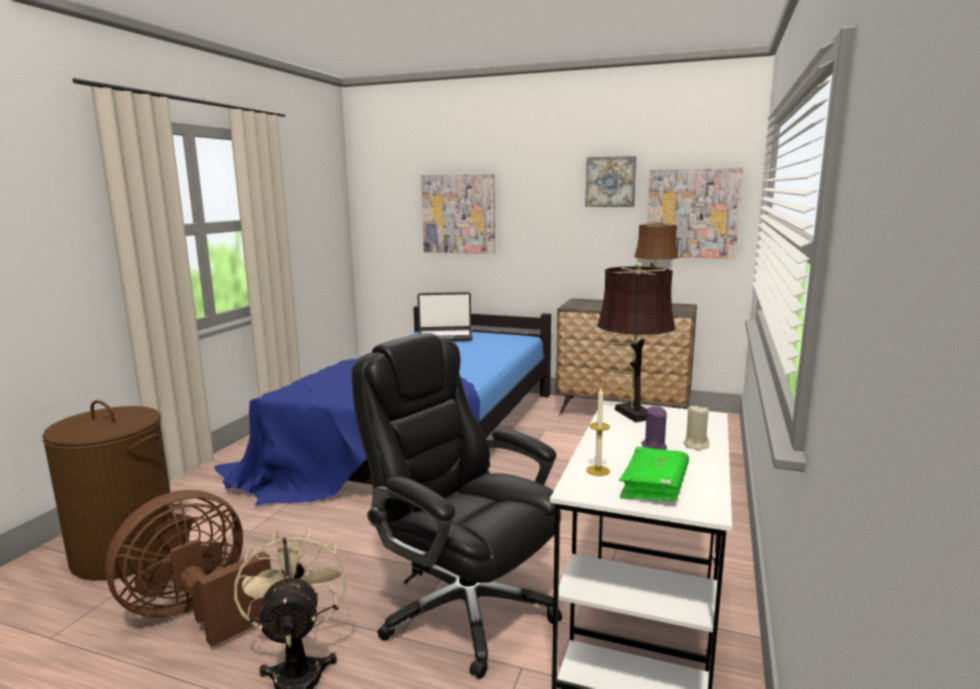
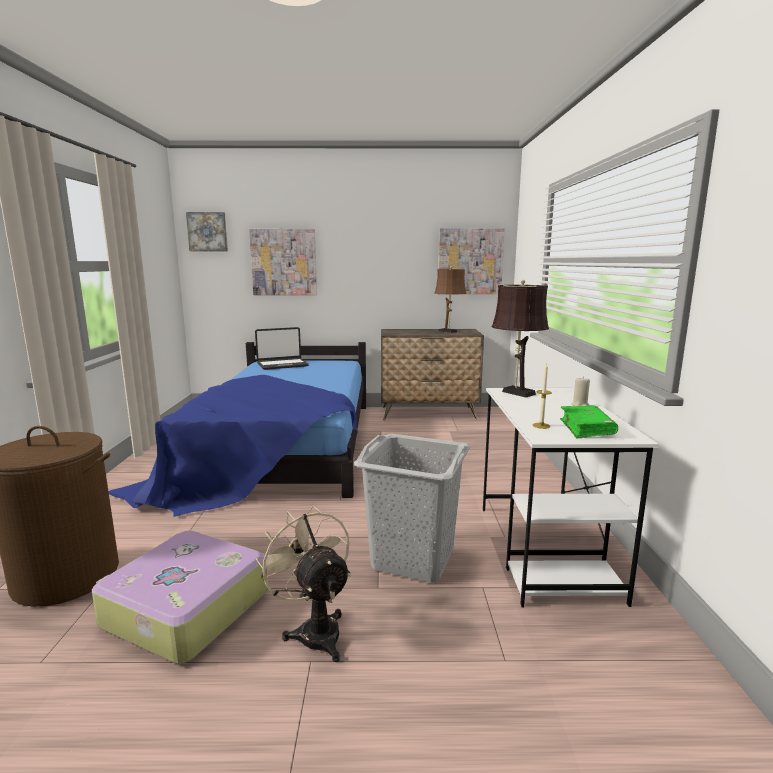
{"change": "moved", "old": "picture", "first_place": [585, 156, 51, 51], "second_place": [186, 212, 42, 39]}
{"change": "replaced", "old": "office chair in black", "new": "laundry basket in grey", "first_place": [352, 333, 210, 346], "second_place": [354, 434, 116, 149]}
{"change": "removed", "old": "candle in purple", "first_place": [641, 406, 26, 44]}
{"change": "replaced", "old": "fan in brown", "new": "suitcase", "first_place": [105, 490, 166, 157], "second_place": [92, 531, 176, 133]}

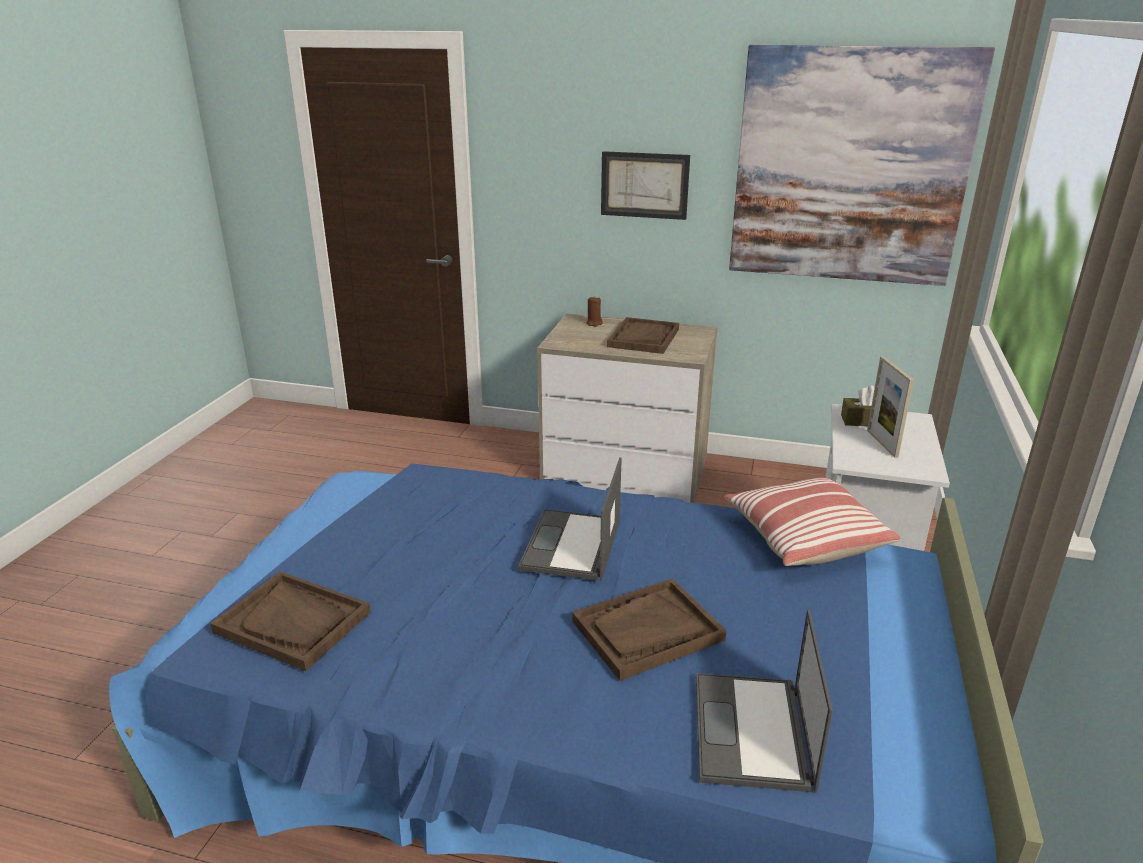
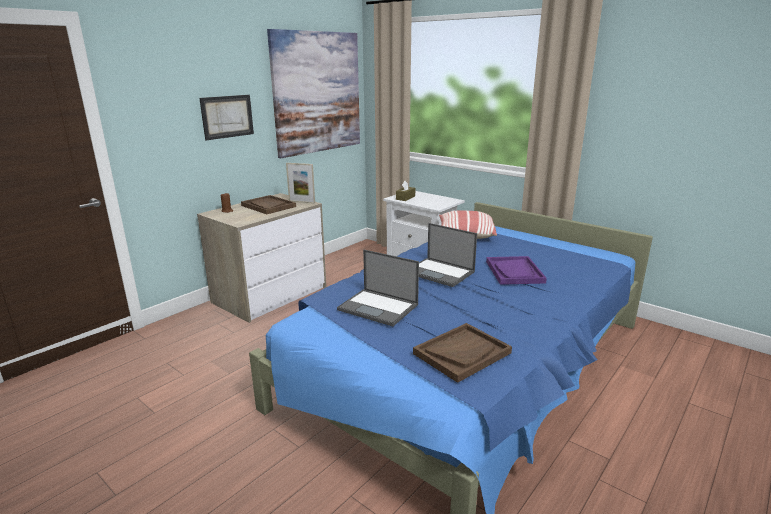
{"change": "moved", "old": "picture frame", "first_place": [867, 356, 47, 102], "second_place": [286, 163, 29, 41]}
{"change": "recoloured", "old": "tray in brown", "new": "tray in purple", "first_place": [572, 578, 155, 103], "second_place": [486, 256, 61, 29]}
{"change": "moved", "old": "laptop", "first_place": [696, 609, 137, 184], "second_place": [337, 250, 82, 77]}

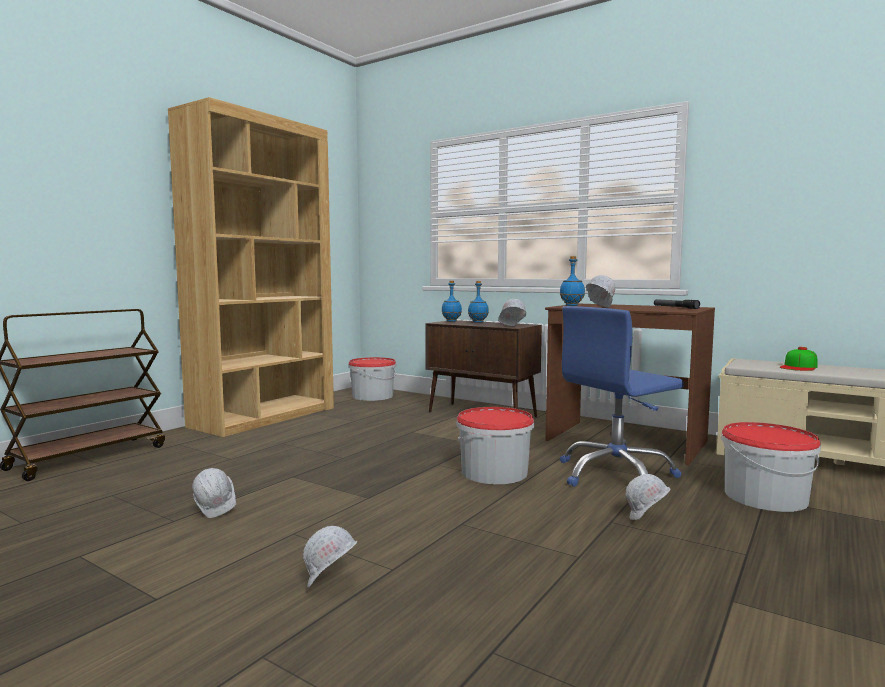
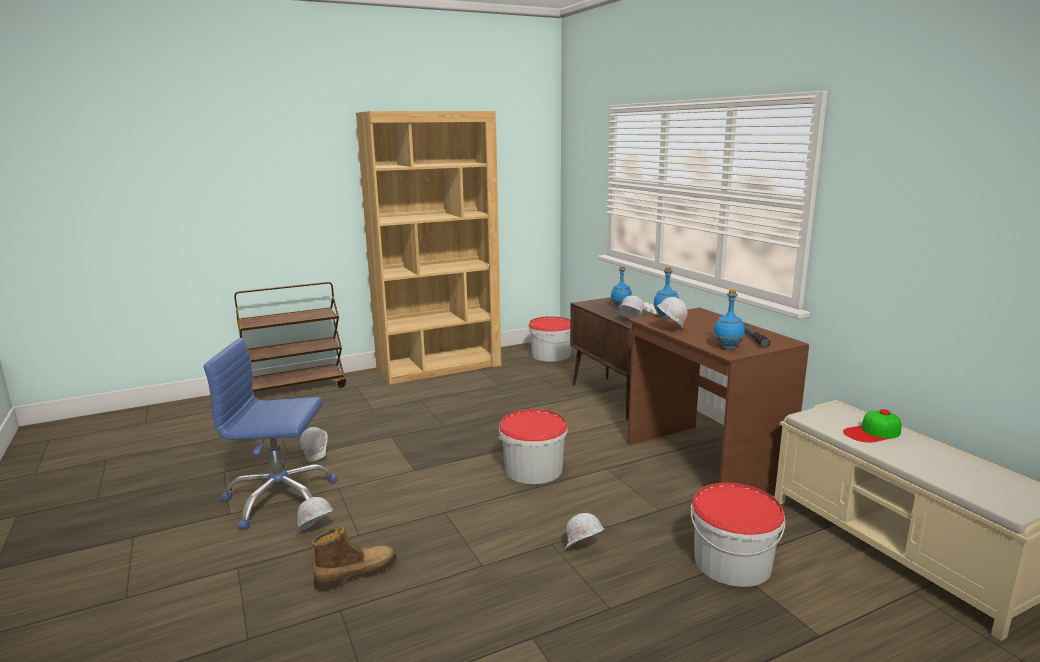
{"change": "moved", "old": "bottle in blue", "first_place": [442, 281, 20, 41], "second_place": [714, 290, 31, 59]}
{"change": "moved", "old": "office chair in blue", "first_place": [560, 306, 124, 181], "second_place": [203, 338, 134, 192]}
{"change": "added", "new": "boot", "second_place": [311, 527, 86, 64]}

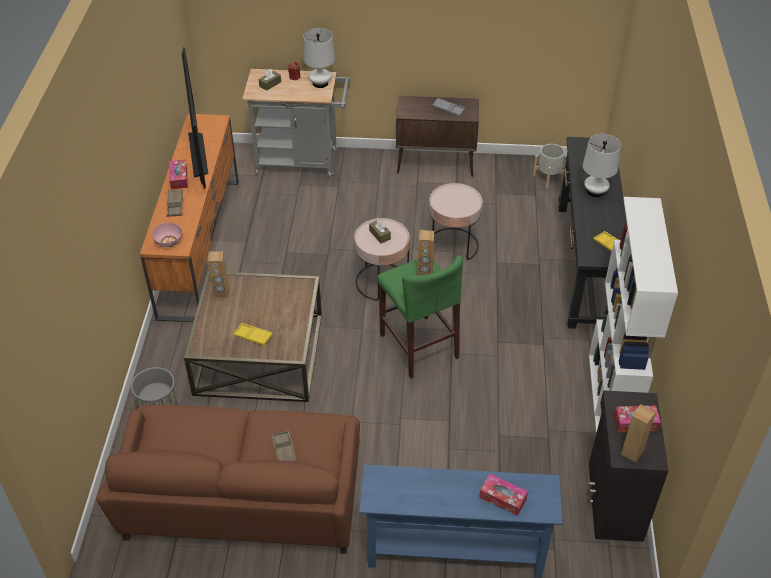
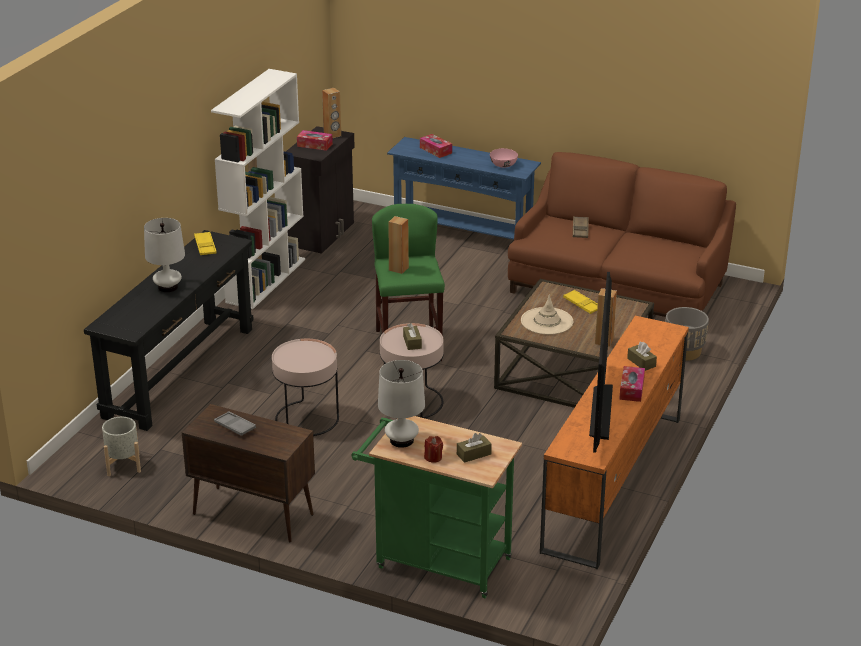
{"change": "recoloured", "old": "cart in grey", "new": "cart in green", "first_place": [242, 69, 108, 109], "second_place": [351, 416, 171, 182]}
{"change": "replaced", "old": "tray in brown", "new": "tissue box in brown", "first_place": [167, 189, 16, 28], "second_place": [627, 342, 30, 29]}
{"change": "moved", "old": "bowl in pink", "first_place": [152, 223, 30, 24], "second_place": [490, 148, 28, 20]}
{"change": "added", "new": "hat in beige", "second_place": [521, 295, 53, 40]}

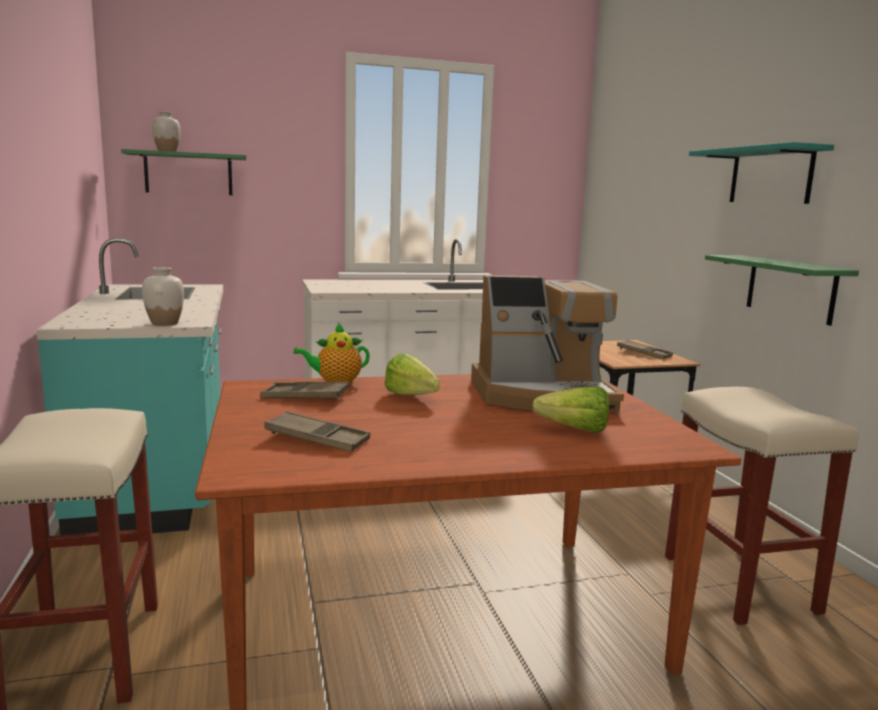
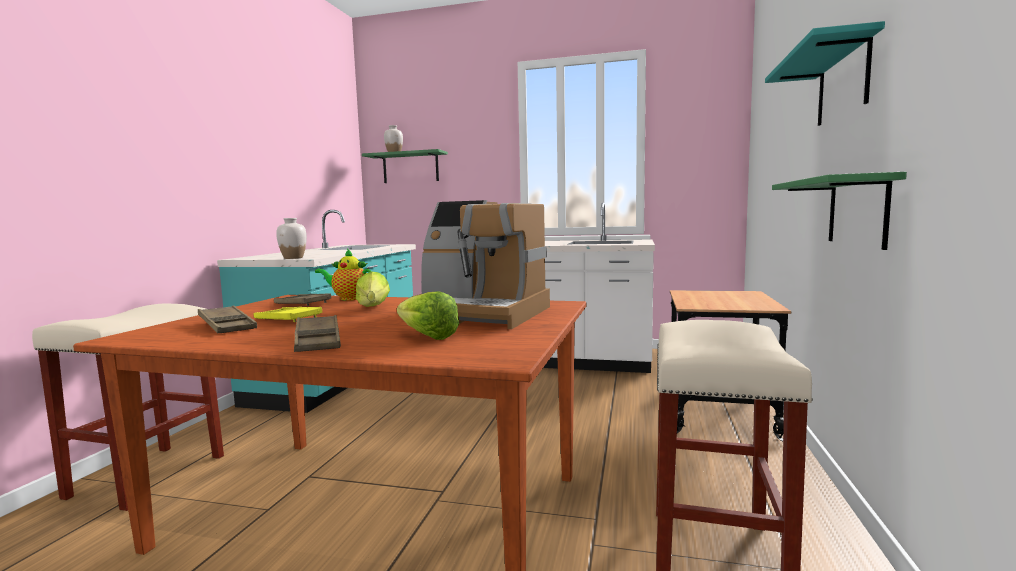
{"change": "moved", "old": "tray in brown", "first_place": [617, 340, 56, 19], "second_place": [294, 315, 47, 37]}
{"change": "added", "new": "tray in yellow", "second_place": [254, 307, 69, 15]}

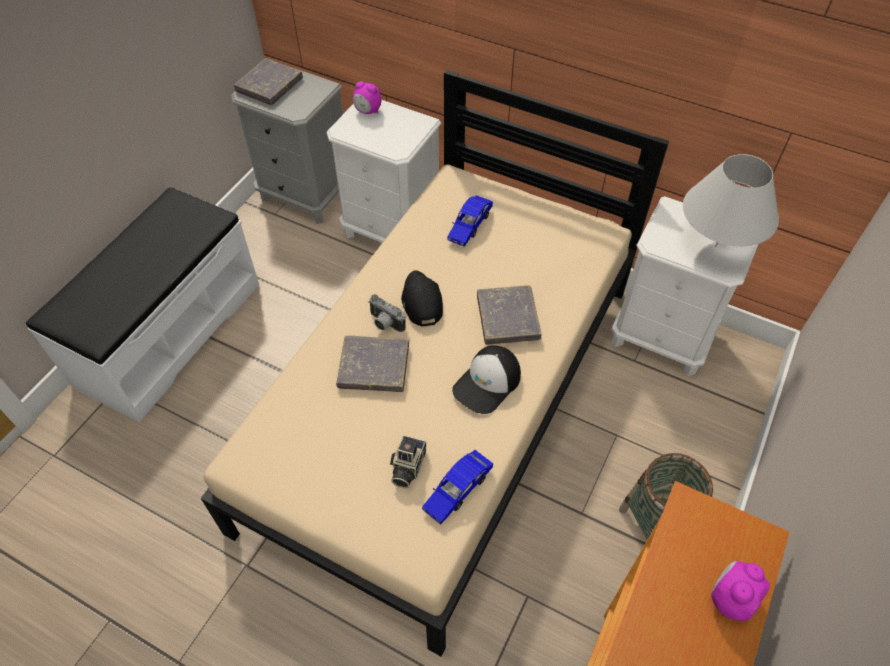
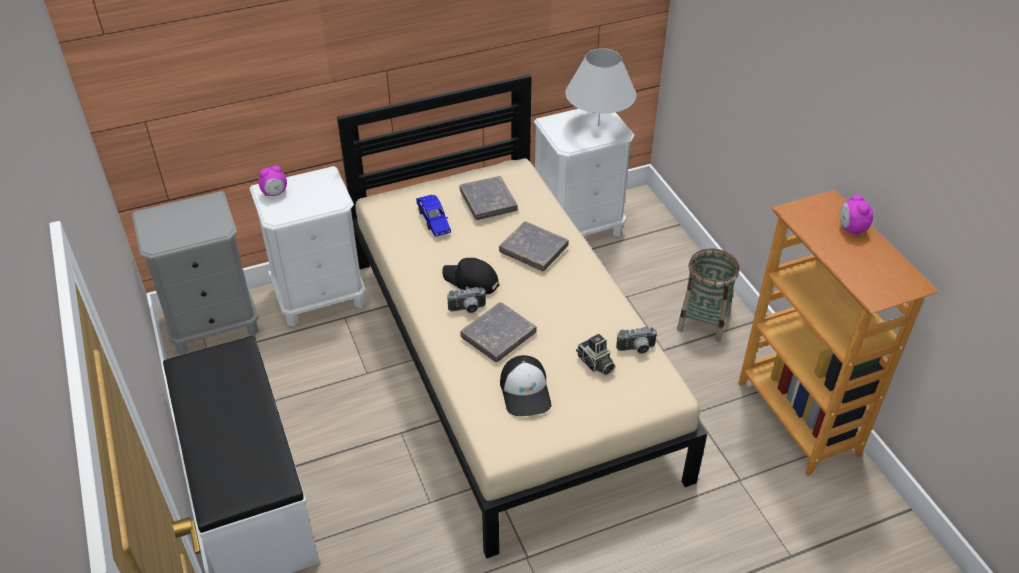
{"change": "moved", "old": "book in grey", "first_place": [234, 58, 69, 47], "second_place": [460, 176, 58, 44]}
{"change": "moved", "old": "cap", "first_place": [452, 345, 69, 69], "second_place": [500, 355, 52, 61]}
{"change": "replaced", "old": "toy car in blue", "new": "photo camera", "first_place": [422, 450, 71, 75], "second_place": [616, 327, 42, 27]}

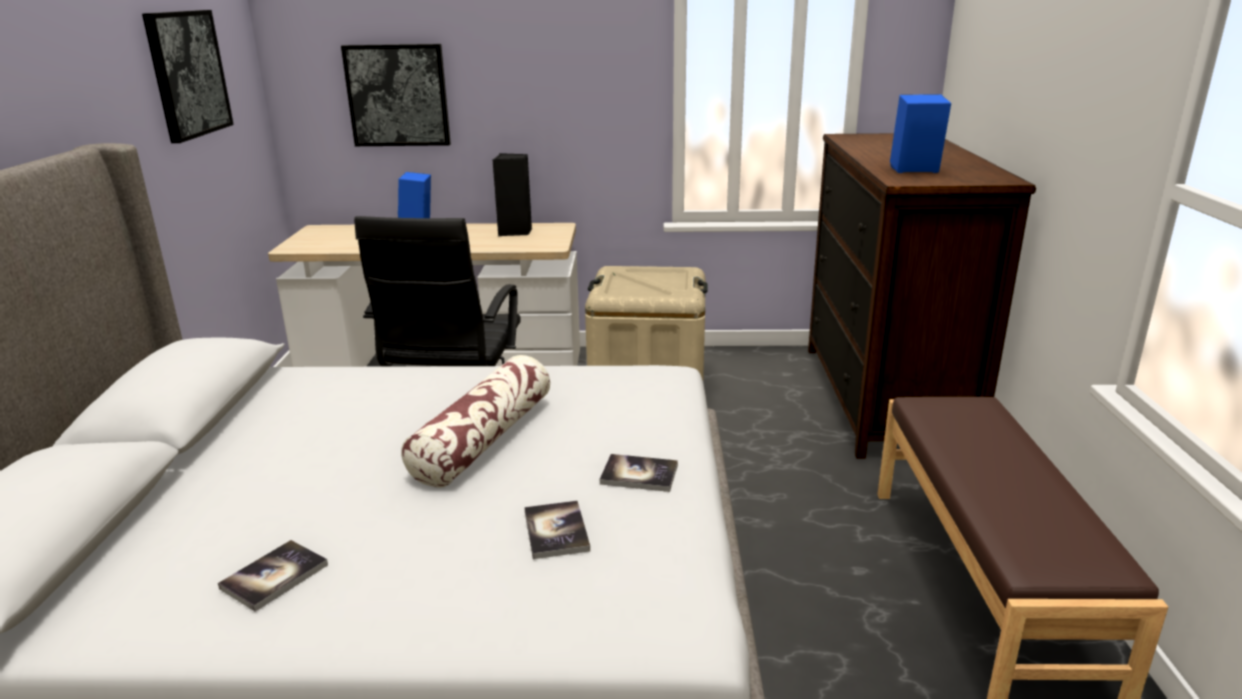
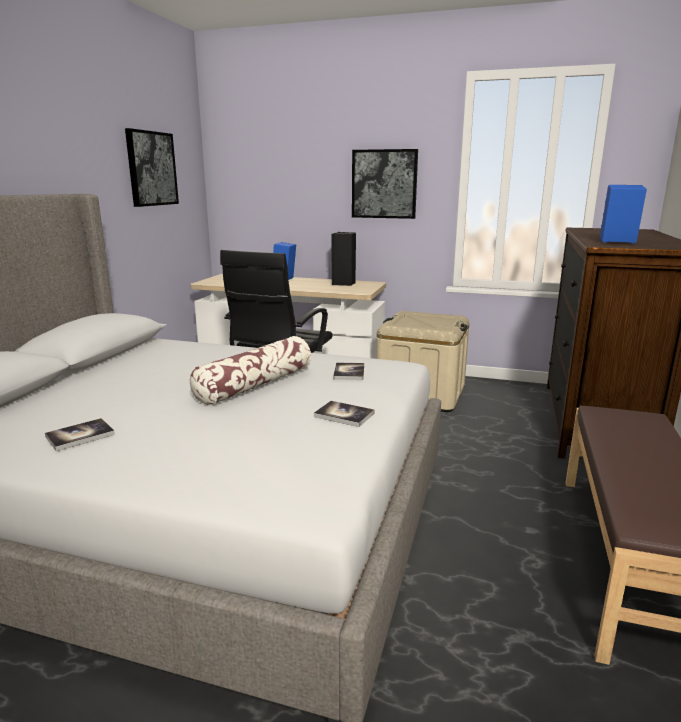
{"change": "moved", "old": "picture", "first_place": [341, 44, 110, 102], "second_place": [352, 149, 66, 70]}
{"change": "moved", "old": "book", "first_place": [524, 501, 66, 58], "second_place": [333, 362, 31, 18]}

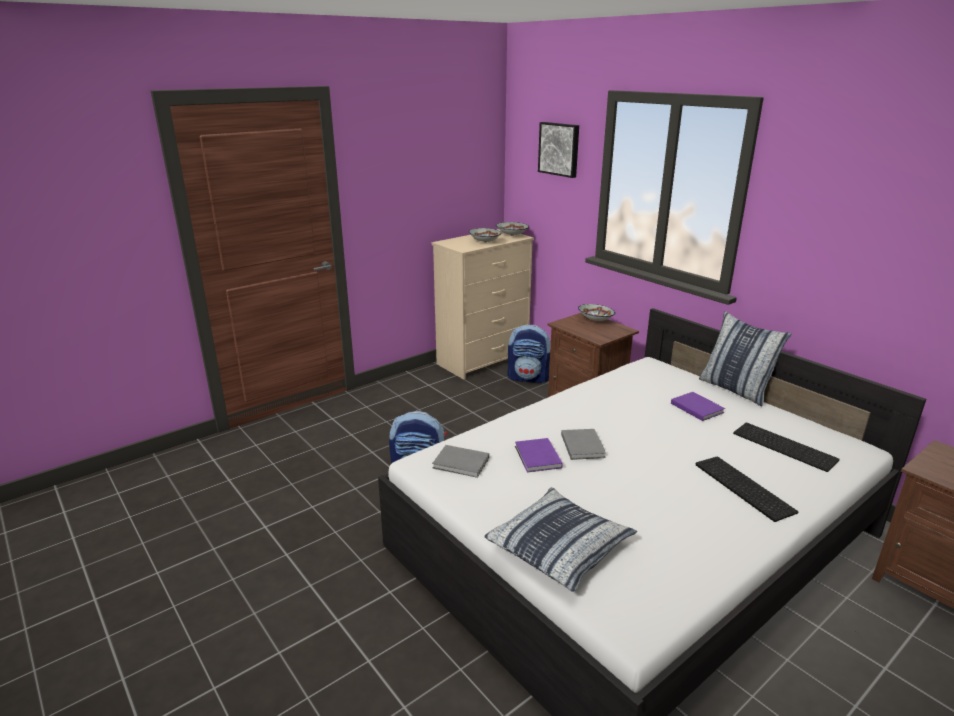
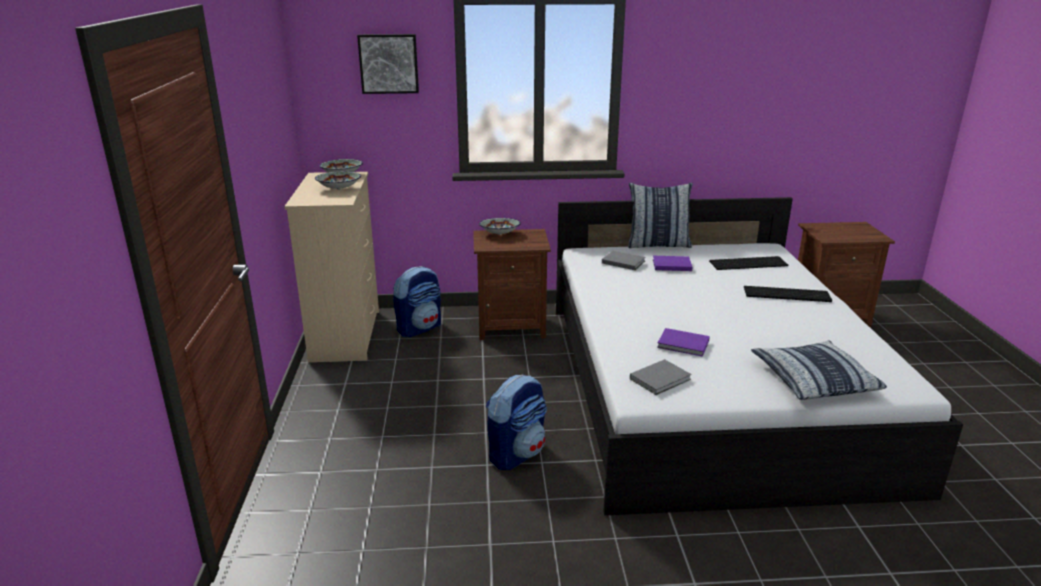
{"change": "moved", "old": "book in grey", "first_place": [561, 429, 45, 31], "second_place": [602, 251, 44, 19]}

